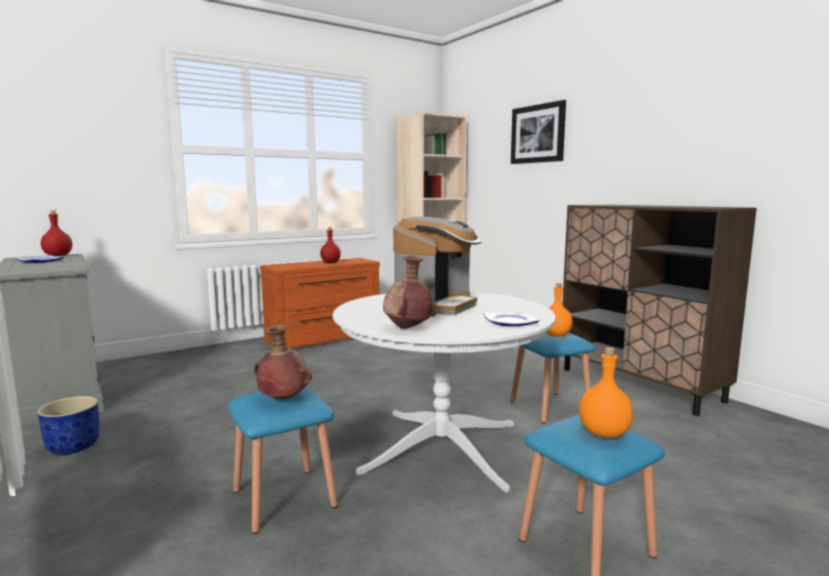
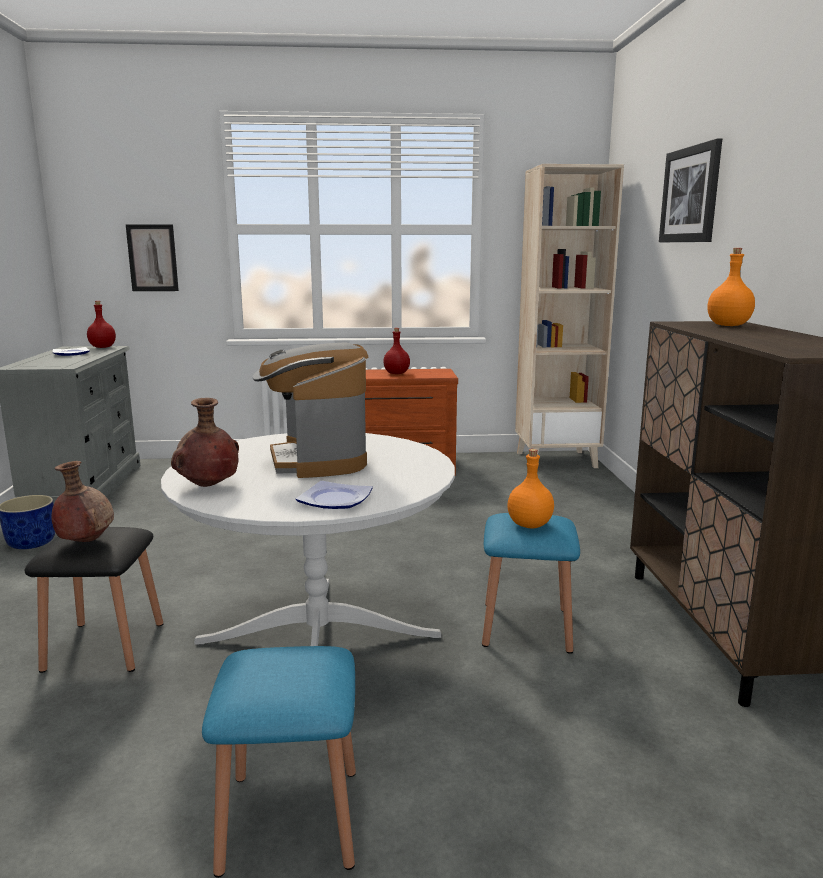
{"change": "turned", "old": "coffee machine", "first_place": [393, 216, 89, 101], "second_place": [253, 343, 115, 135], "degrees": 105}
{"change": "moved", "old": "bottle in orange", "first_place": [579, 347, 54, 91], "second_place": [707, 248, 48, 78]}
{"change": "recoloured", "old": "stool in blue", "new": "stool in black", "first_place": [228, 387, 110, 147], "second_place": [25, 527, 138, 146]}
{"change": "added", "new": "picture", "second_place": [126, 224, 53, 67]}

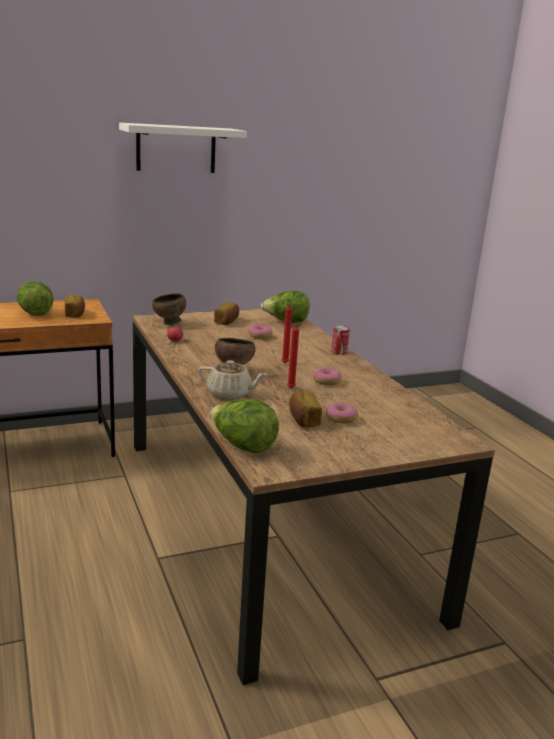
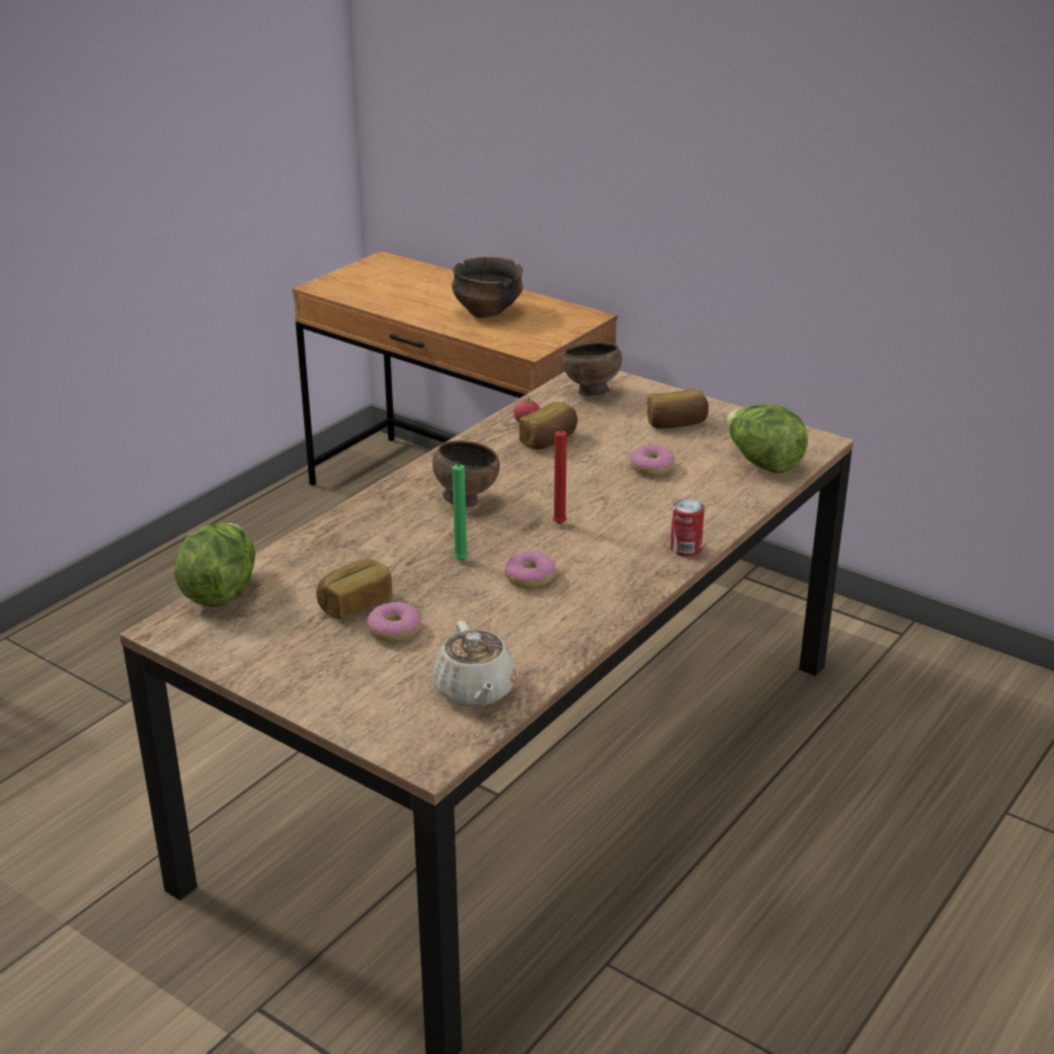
{"change": "removed", "old": "shelf in white", "first_place": [119, 123, 128, 50]}
{"change": "replaced", "old": "lettuce", "new": "bowl", "first_place": [17, 281, 37, 35], "second_place": [452, 257, 71, 61]}
{"change": "moved", "old": "bread", "first_place": [65, 295, 20, 23], "second_place": [519, 402, 58, 48]}
{"change": "recoloured", "old": "candle in red", "new": "candle in green", "first_place": [287, 324, 14, 64], "second_place": [452, 461, 16, 99]}
{"change": "moved", "old": "teapot in beige", "first_place": [198, 360, 69, 40], "second_place": [433, 621, 83, 86]}

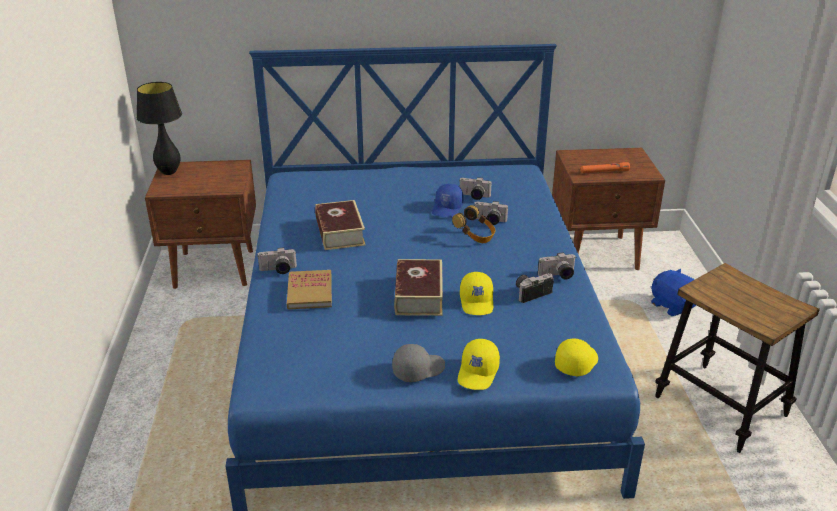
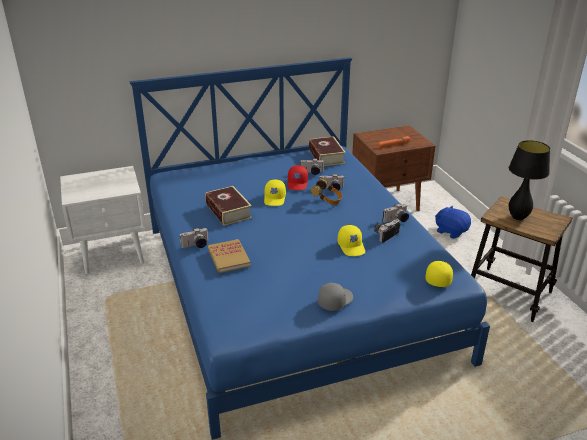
{"change": "moved", "old": "table lamp in black", "first_place": [137, 82, 45, 93], "second_place": [509, 140, 41, 80]}
{"change": "recoloured", "old": "nightstand in brown", "new": "nightstand in white", "first_place": [145, 160, 111, 129], "second_place": [60, 166, 86, 108]}
{"change": "recoloured", "old": "cap in blue", "new": "cap in red", "first_place": [432, 184, 31, 34], "second_place": [288, 165, 20, 25]}
{"change": "moved", "old": "book", "first_place": [394, 259, 49, 57], "second_place": [309, 136, 37, 30]}
{"change": "moved", "old": "cap in yellow", "first_place": [458, 339, 42, 51], "second_place": [264, 180, 22, 26]}

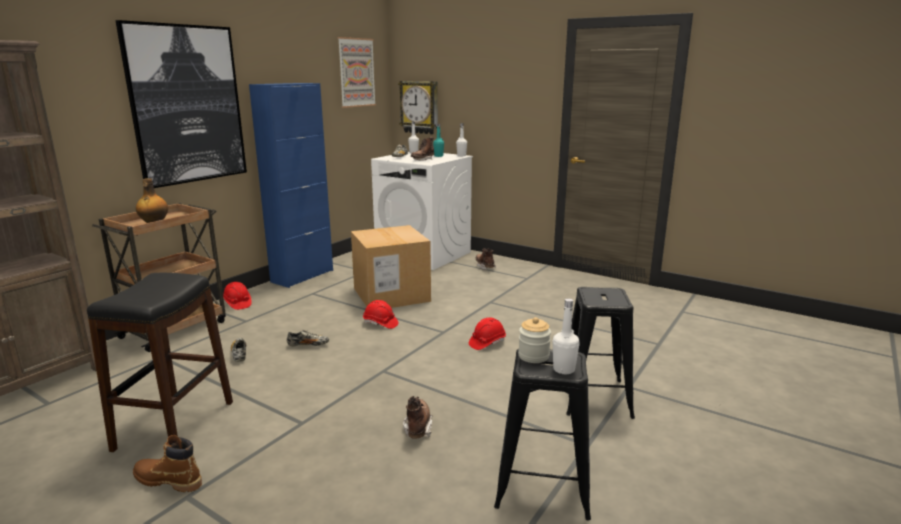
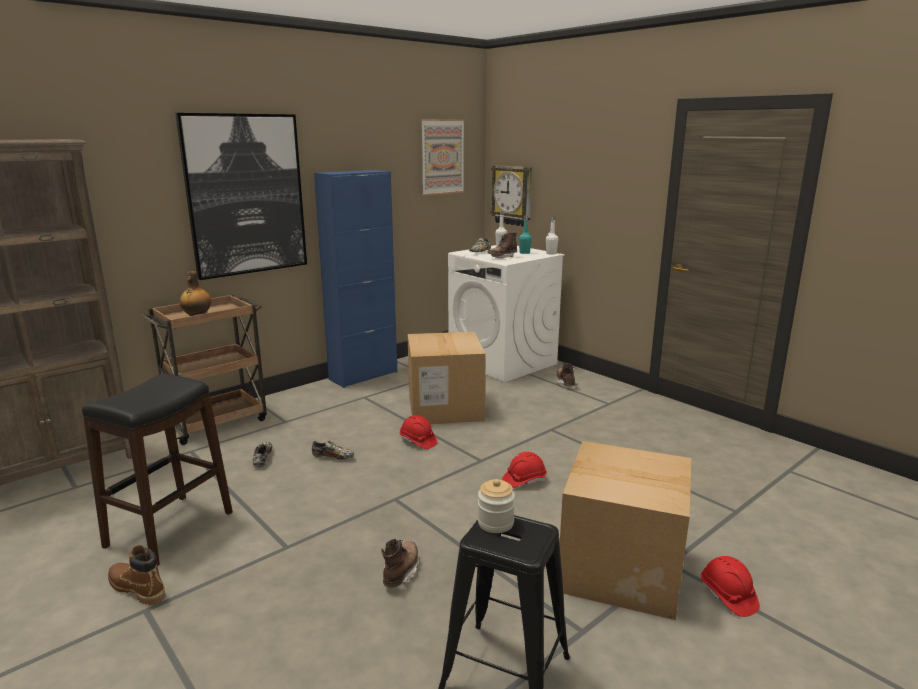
{"change": "moved", "old": "hard hat in red", "first_place": [223, 282, 29, 28], "second_place": [701, 556, 59, 61]}
{"change": "replaced", "old": "stool in black", "new": "cardboard box", "first_place": [566, 287, 69, 132], "second_place": [560, 441, 131, 179]}
{"change": "removed", "old": "bottle in white", "first_place": [553, 298, 27, 76]}

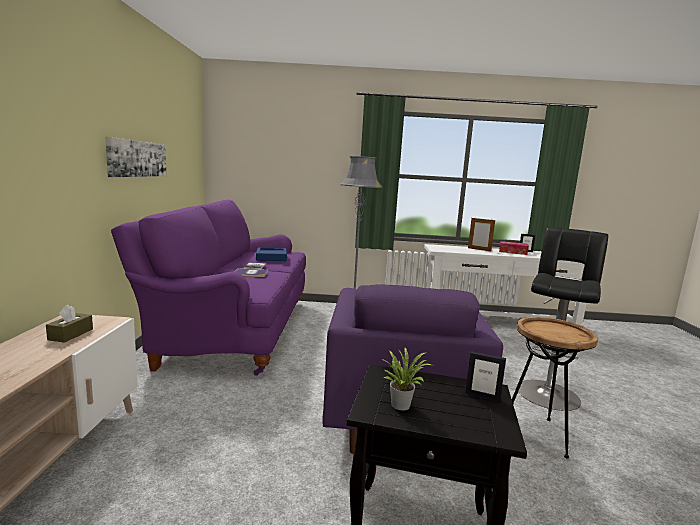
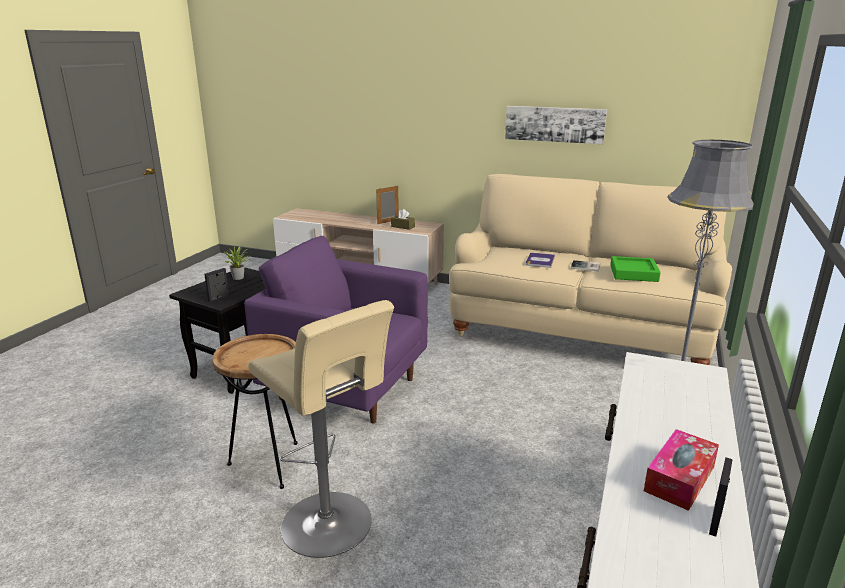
{"change": "recoloured", "old": "sofa in purple", "new": "sofa in beige", "first_place": [111, 200, 195, 176], "second_place": [449, 174, 283, 191]}
{"change": "moved", "old": "picture frame", "first_place": [468, 218, 27, 33], "second_place": [376, 186, 23, 38]}
{"change": "recoloured", "old": "stool in black", "new": "stool in beige", "first_place": [517, 227, 91, 184], "second_place": [248, 300, 146, 258]}
{"change": "recoloured", "old": "tray in blue", "new": "tray in green", "first_place": [256, 248, 31, 13], "second_place": [610, 256, 51, 26]}

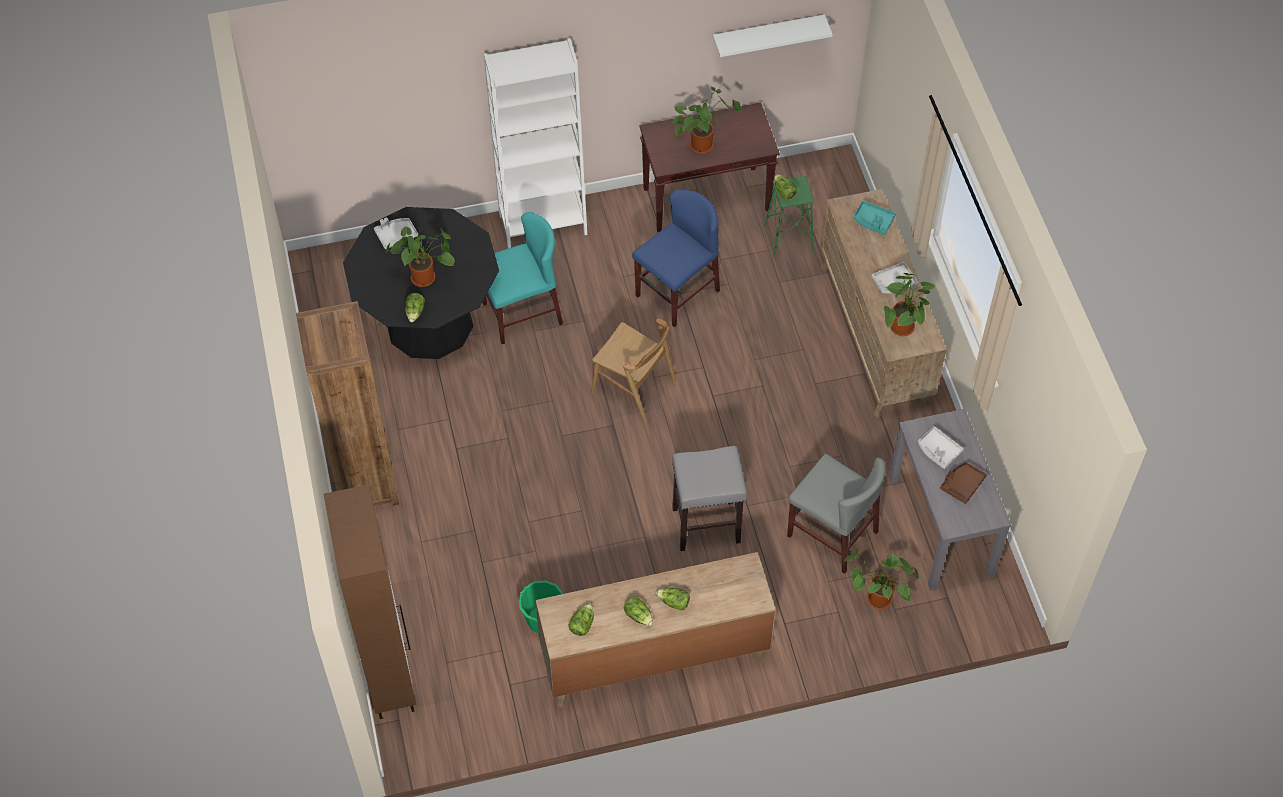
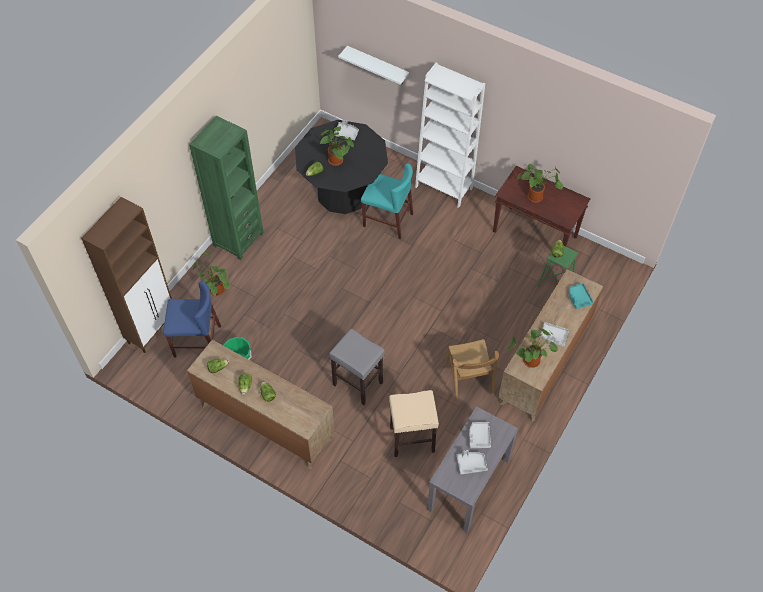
{"change": "moved", "old": "shelf in white", "first_place": [713, 15, 120, 42], "second_place": [338, 46, 71, 39]}
{"change": "moved", "old": "chair in blue", "first_place": [632, 189, 88, 138], "second_place": [163, 281, 58, 76]}
{"change": "recoloured", "old": "bookcase in brown", "new": "bookcase in green", "first_place": [296, 301, 103, 205], "second_place": [189, 116, 75, 144]}
{"change": "moved", "old": "chair in brown", "first_place": [591, 318, 85, 105], "second_place": [445, 339, 54, 63]}
{"change": "replaced", "old": "chair in grey", "new": "stool in beige", "first_place": [787, 454, 99, 120], "second_place": [389, 390, 50, 67]}
{"change": "recoloured", "old": "tray in brown", "new": "tray in grey", "first_place": [940, 462, 47, 42], "second_place": [456, 450, 32, 24]}
{"change": "moved", "old": "potted plant", "first_place": [843, 548, 76, 61], "second_place": [193, 252, 37, 44]}

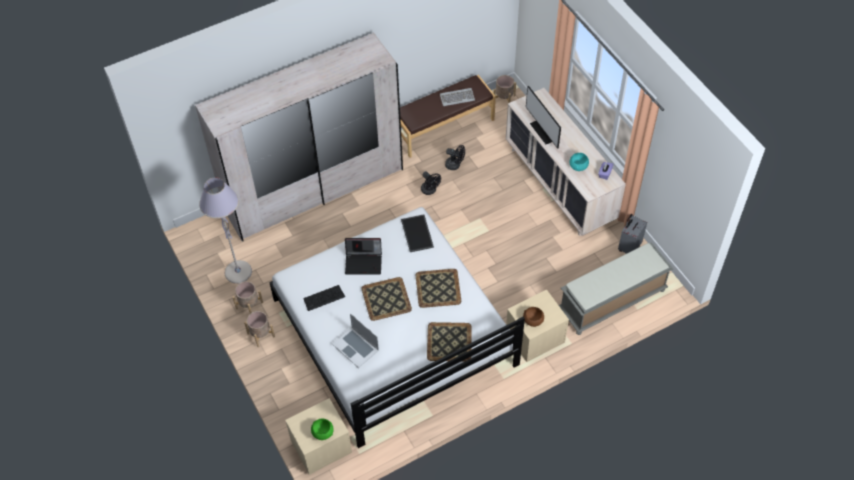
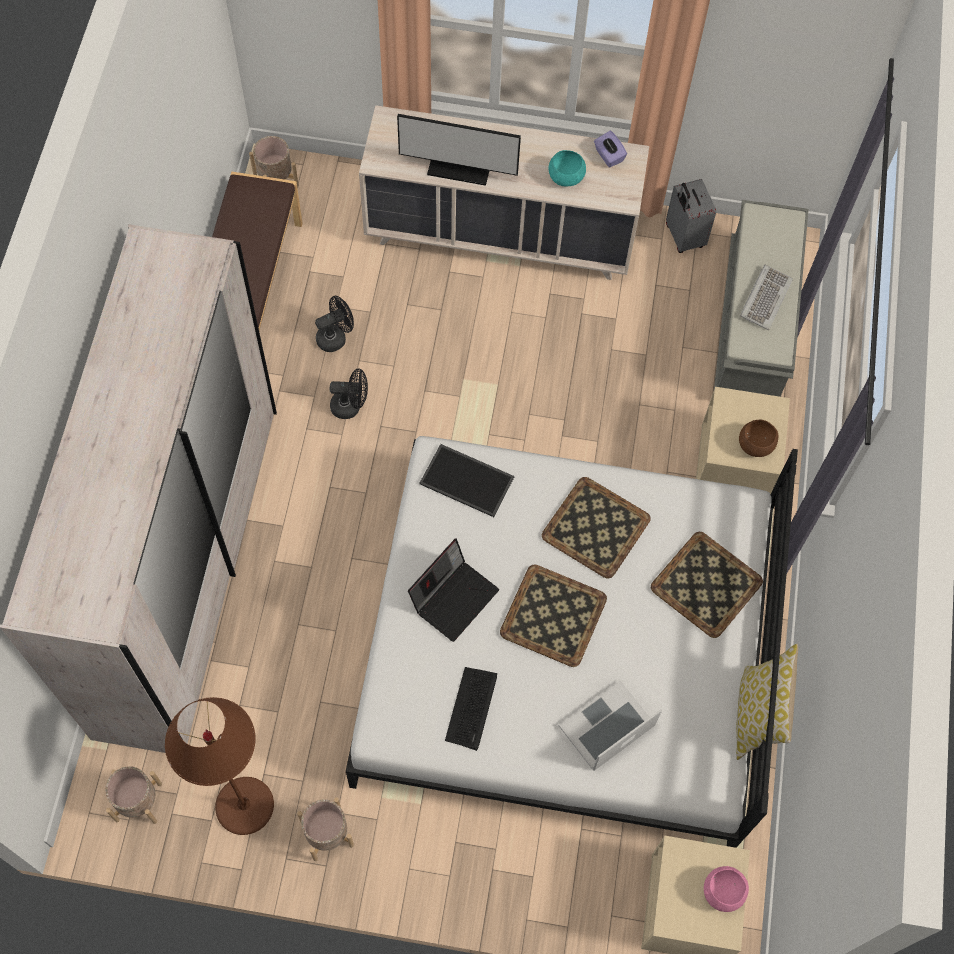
{"change": "moved", "old": "keyboard", "first_place": [440, 88, 35, 18], "second_place": [740, 264, 53, 66]}
{"change": "recoloured", "old": "floor lamp in grey", "new": "floor lamp in brown", "first_place": [199, 177, 53, 107], "second_place": [165, 697, 109, 138]}
{"change": "moved", "old": "planter in beige", "first_place": [244, 311, 31, 36], "second_place": [105, 766, 57, 58]}
{"change": "turned", "old": "laptop", "first_place": [332, 313, 47, 55], "second_place": [559, 681, 103, 90], "degrees": 150}
{"change": "recoloured", "old": "bowl in green", "new": "bowl in pink", "first_place": [311, 418, 22, 22], "second_place": [704, 866, 45, 46]}
{"change": "added", "new": "pillow", "second_place": [736, 644, 62, 116]}

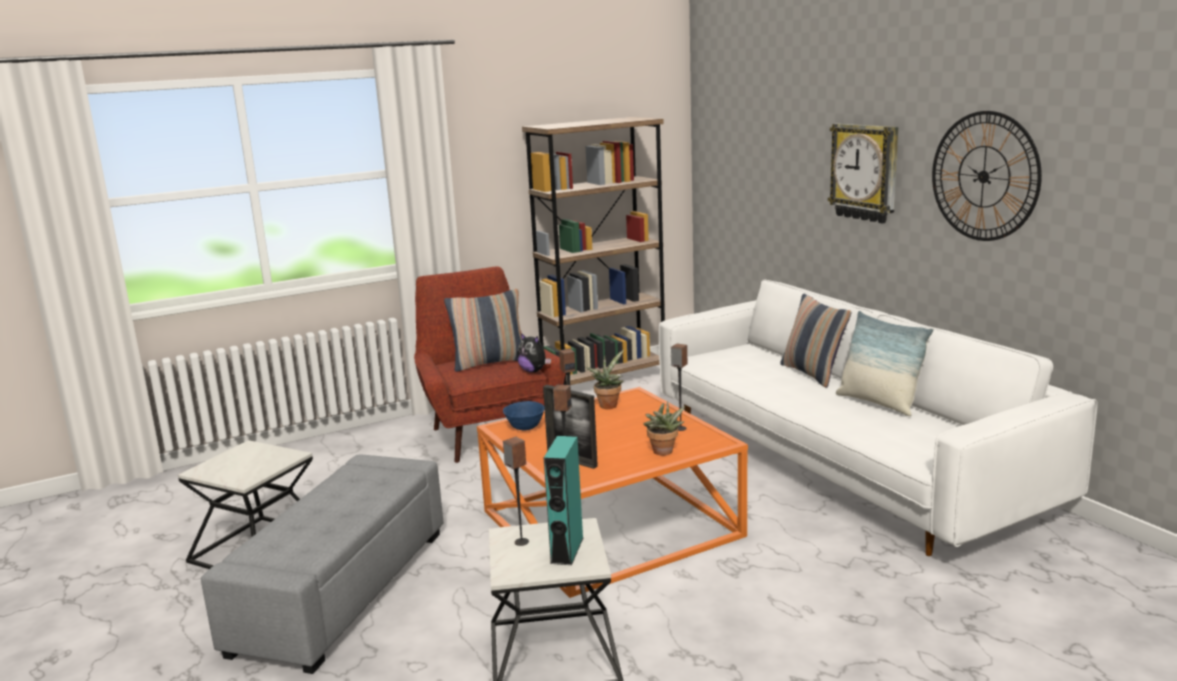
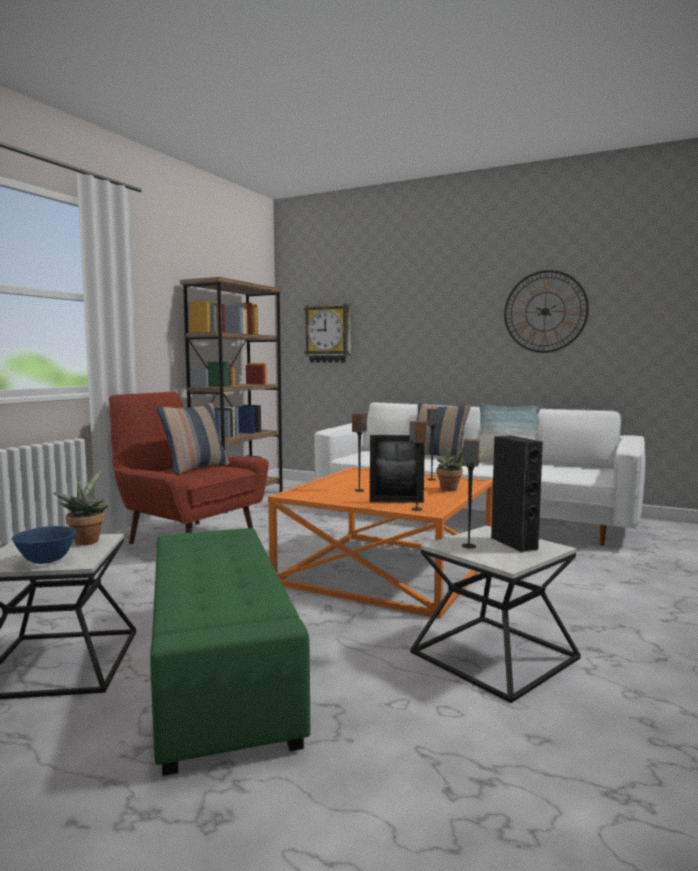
{"change": "moved", "old": "wall clock", "first_place": [828, 123, 70, 101], "second_place": [304, 304, 47, 59]}
{"change": "removed", "old": "plush toy", "first_place": [517, 333, 34, 40]}
{"change": "moved", "old": "potted plant", "first_place": [586, 350, 38, 59], "second_place": [53, 471, 55, 74]}
{"change": "moved", "old": "bowl in blue", "first_place": [503, 401, 42, 30], "second_place": [12, 526, 64, 38]}
{"change": "recoloured", "old": "speaker in turquoise", "new": "speaker in black", "first_place": [544, 436, 40, 129], "second_place": [491, 435, 52, 117]}
{"change": "recoloured", "old": "ottoman in grey", "new": "ottoman in green", "first_place": [201, 455, 243, 219], "second_place": [150, 528, 160, 248]}

